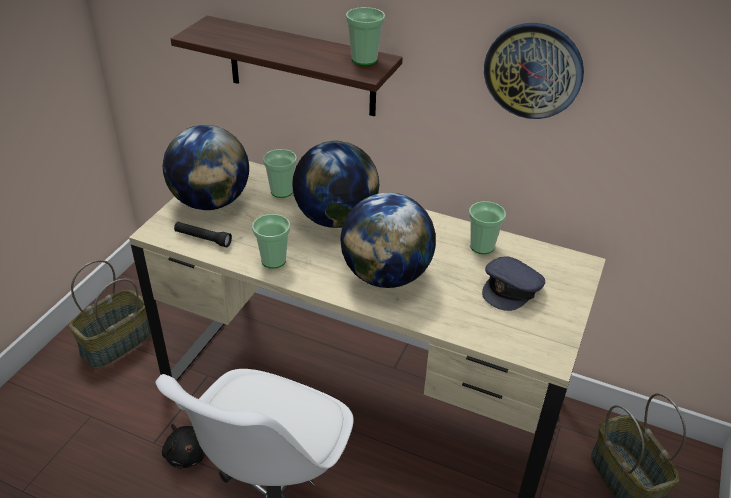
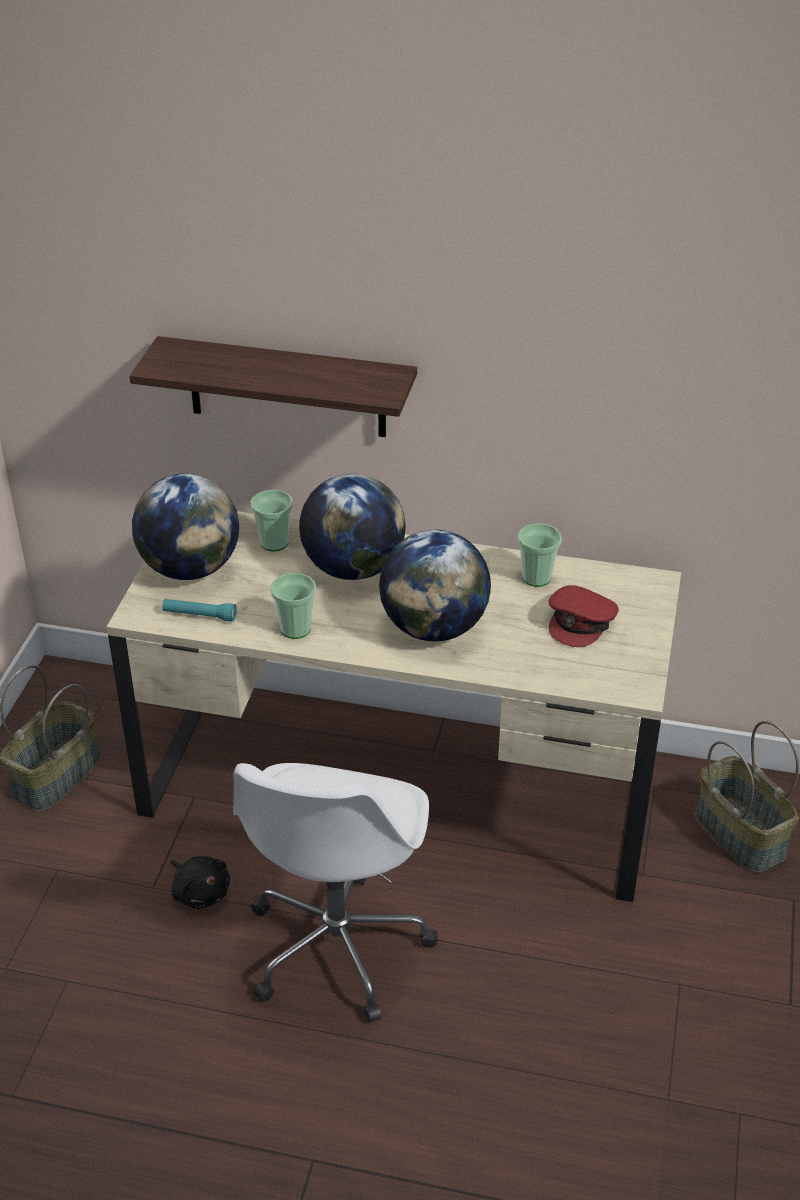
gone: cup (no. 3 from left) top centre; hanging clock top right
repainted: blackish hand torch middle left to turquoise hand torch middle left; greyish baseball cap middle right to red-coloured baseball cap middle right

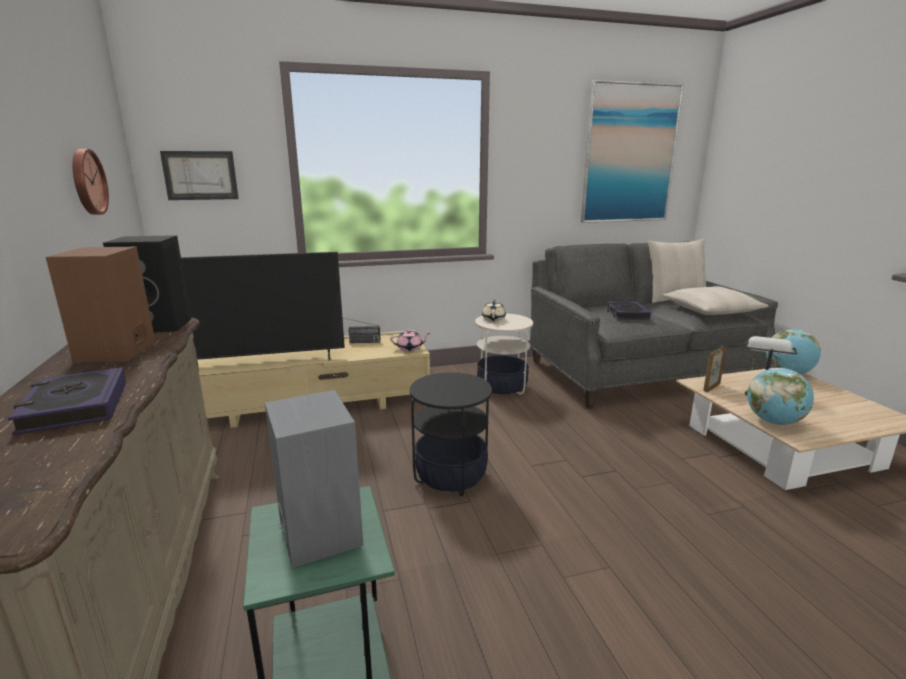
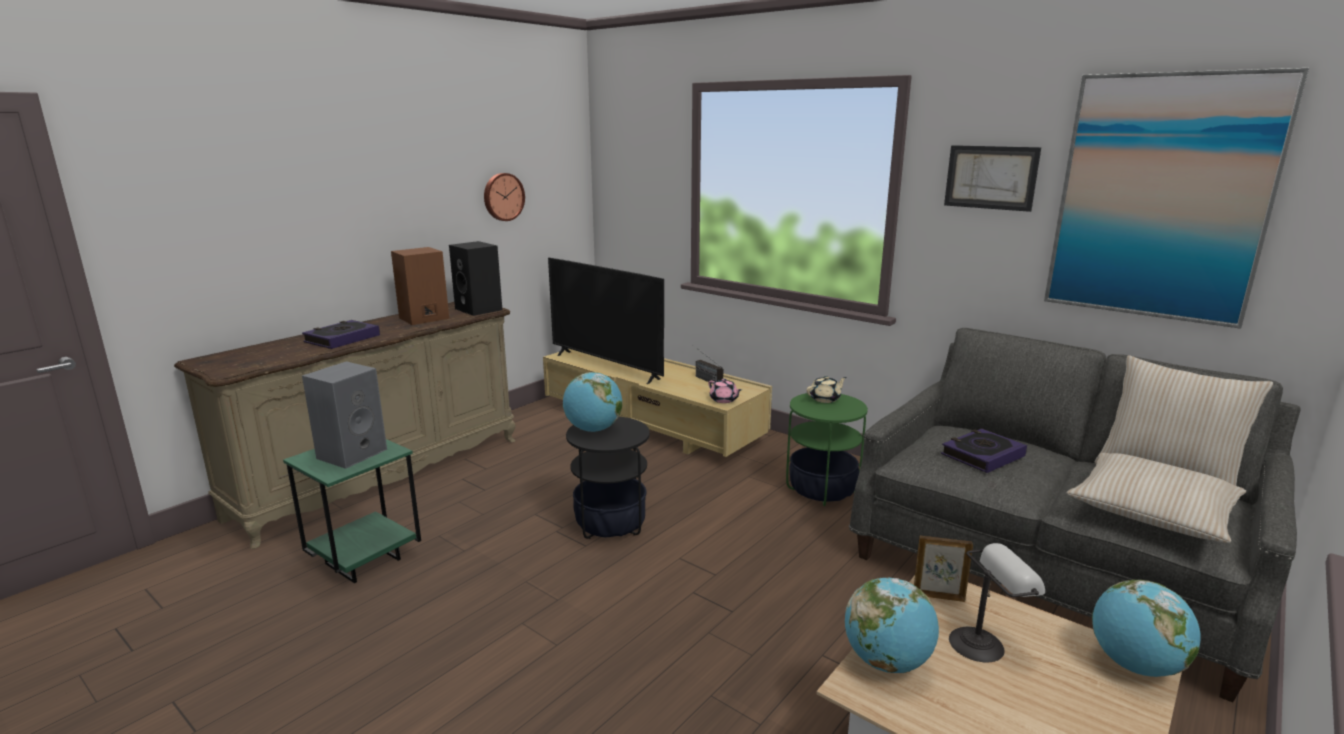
new: globe (no. 1 from left) centre
shifted: picture (no. 1 from left) top left to top right
repainted: beige-coloured side table centre to green side table (no. 2 from left) centre

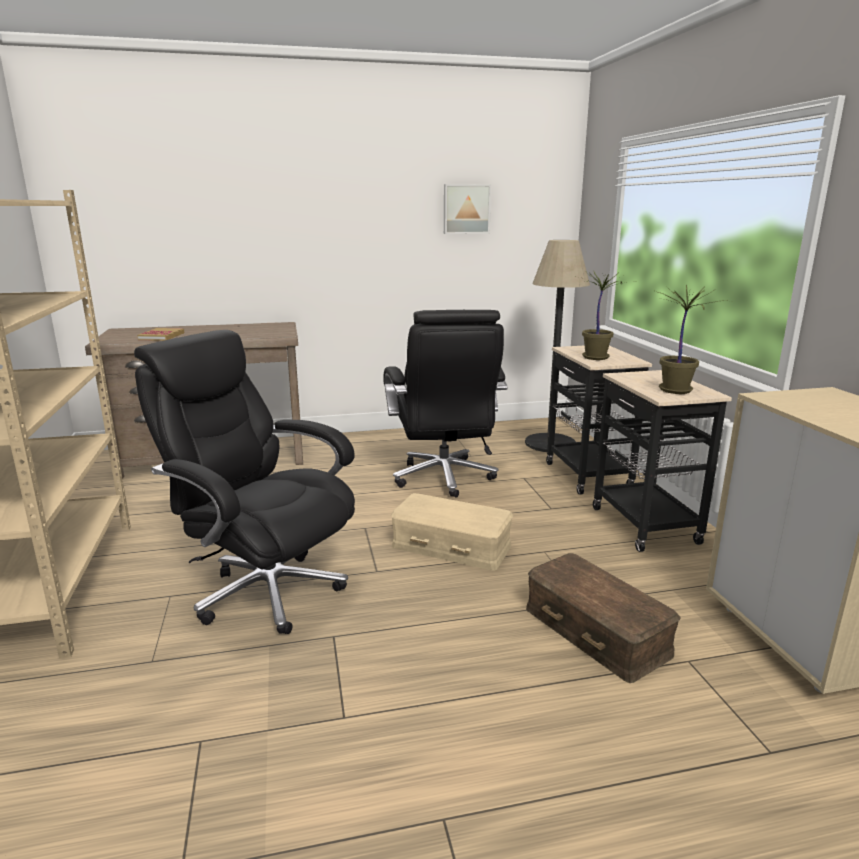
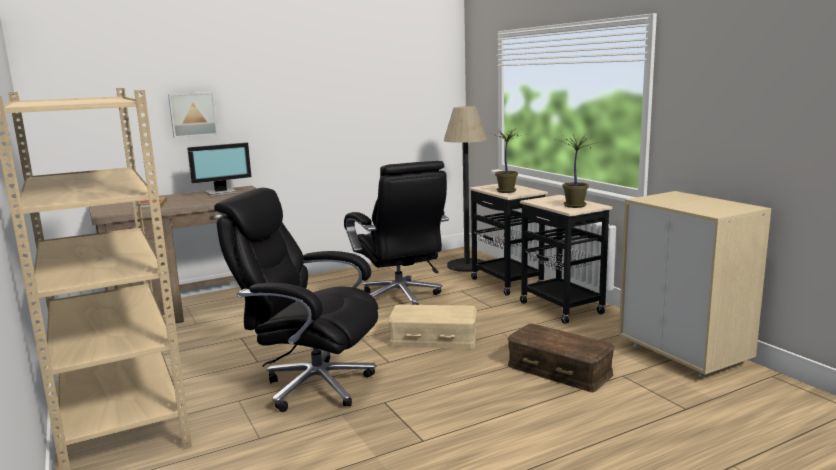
new: monitor middle left
shifted: picture top centre to top left

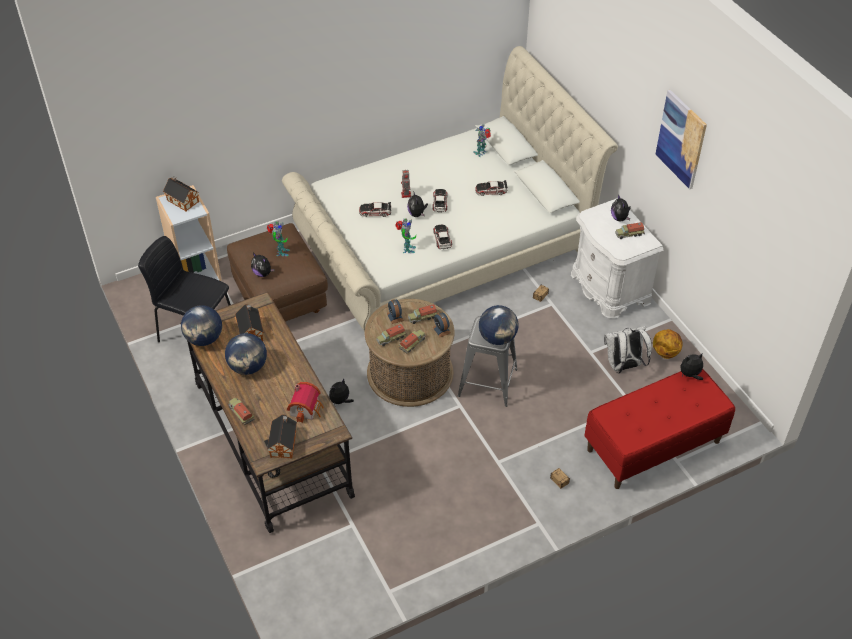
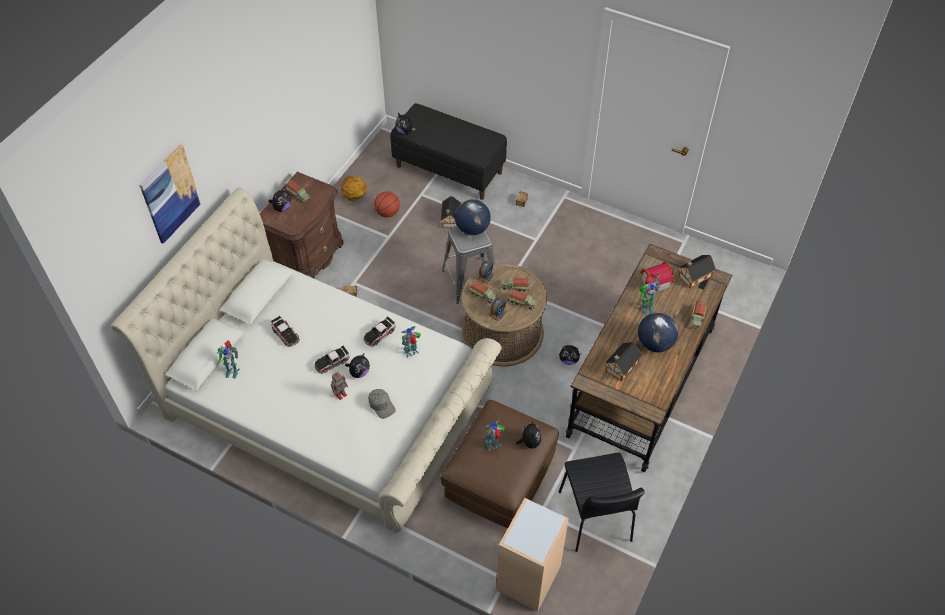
gone: globe (no. 1 from left) middle left
new: toy robot (no. 5 from left) middle right
shifted: toy house (no. 1 from left) top left to centre; picture top right to top left
swapped: model car (no. 1 from left) top centre to greyish baseball cap centre; whitish backpack middle right to ball for basketball (no. 2 from left) top centre
repainted: whitish night table middle right to brown-coloured night table middle left; red-coloured bench bottom right to blackish bench top centre

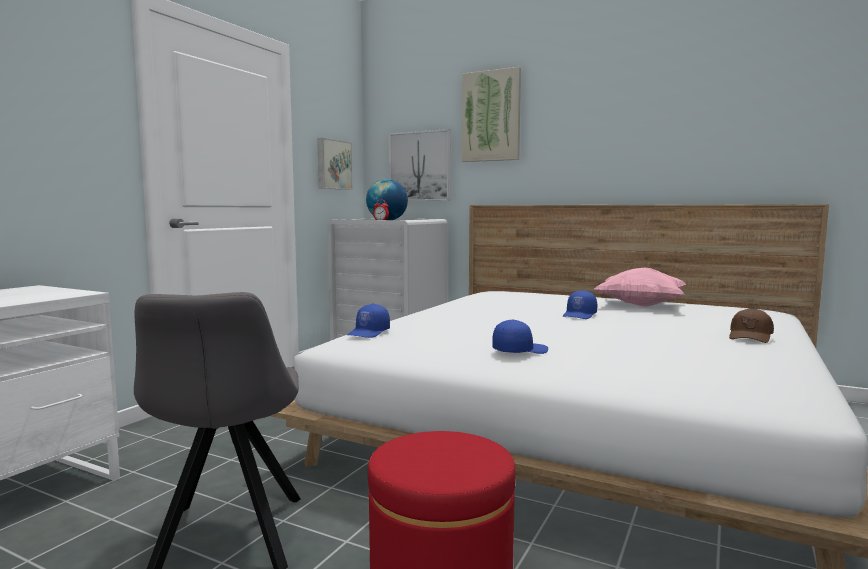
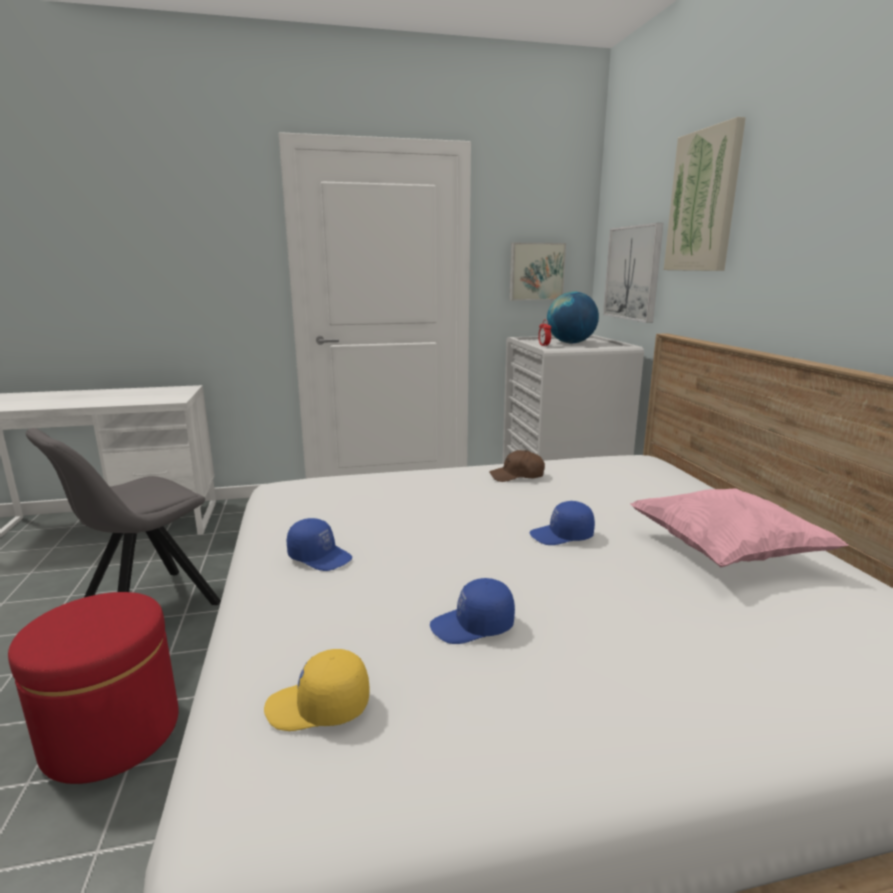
new: yellow baseball cap bottom centre
shifted: blue-coloured baseball cap (no. 1 from left in the first image) centre to blue-coloured baseball cap (no. 2 from left) bottom centre; brown-coloured baseball cap middle right to centre

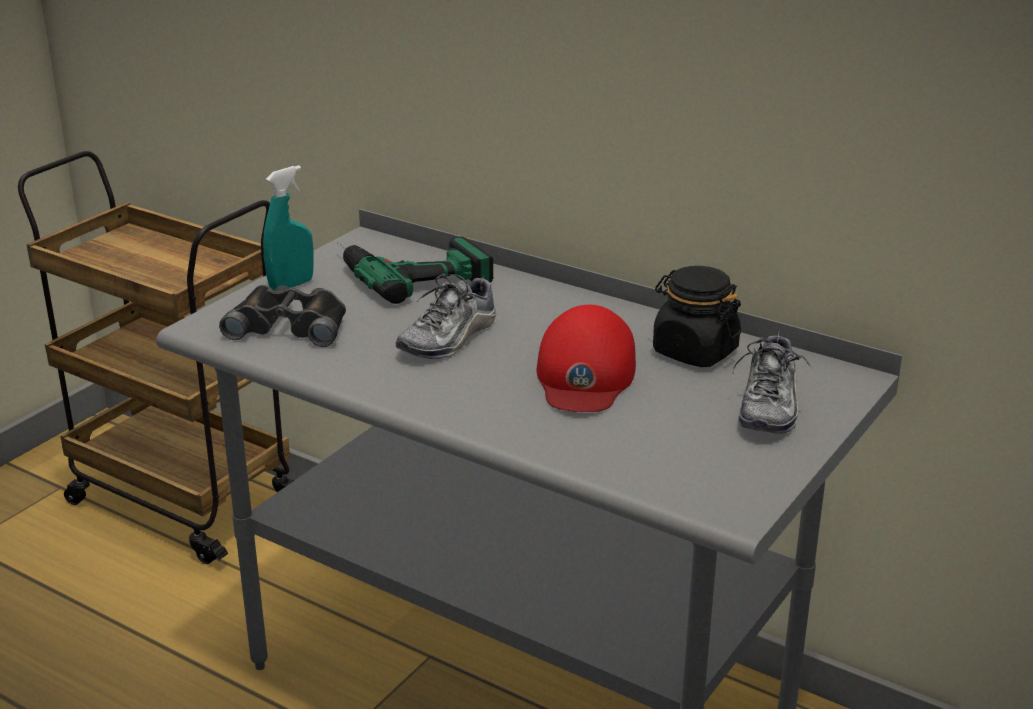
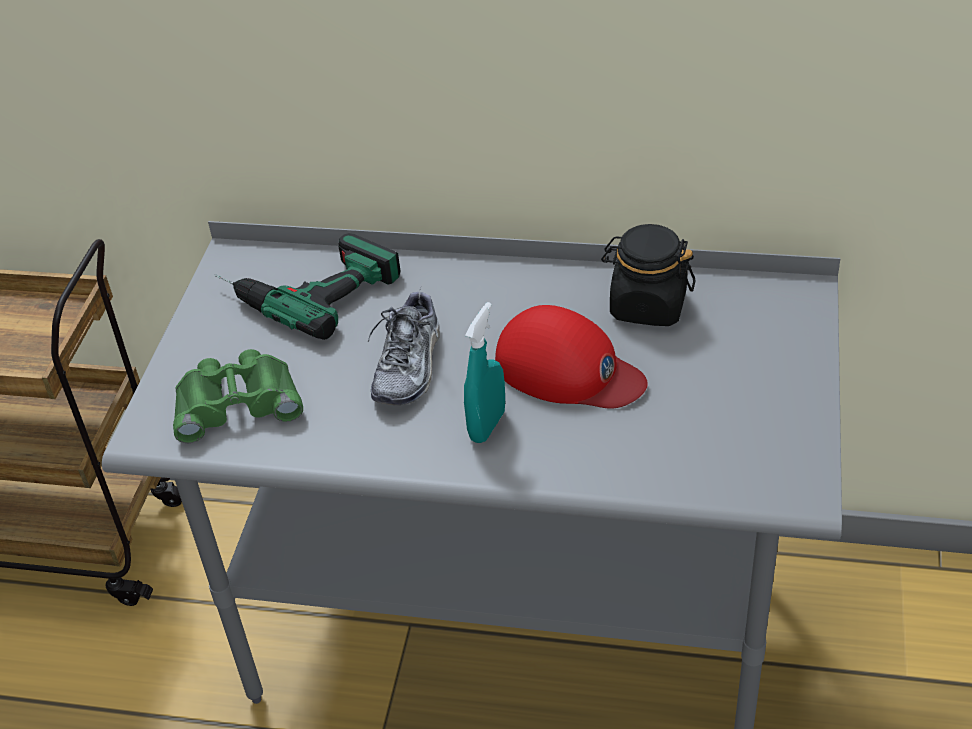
gone: item of footwear (no. 2 from left) middle right
shifted: turquoise spray bottle top left to centre
repainted: blackish field glasses middle left to green field glasses middle left
rotated: red-coloured baseball cap centre = centre 45 degrees counterclockwise

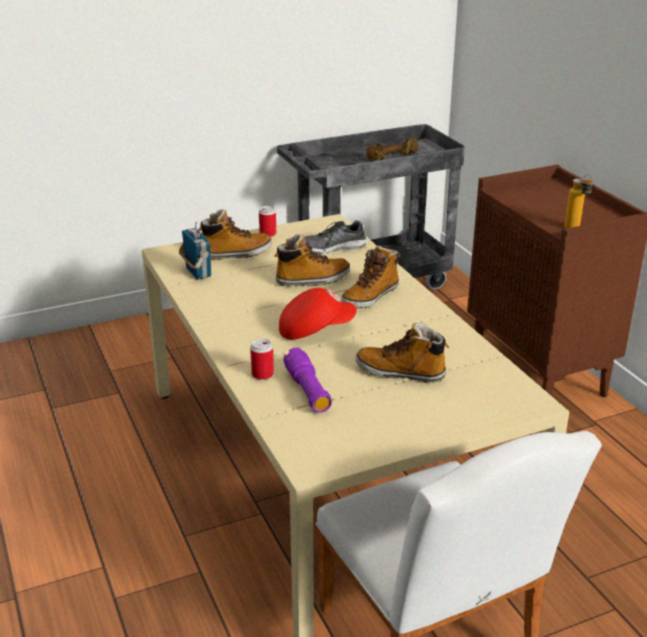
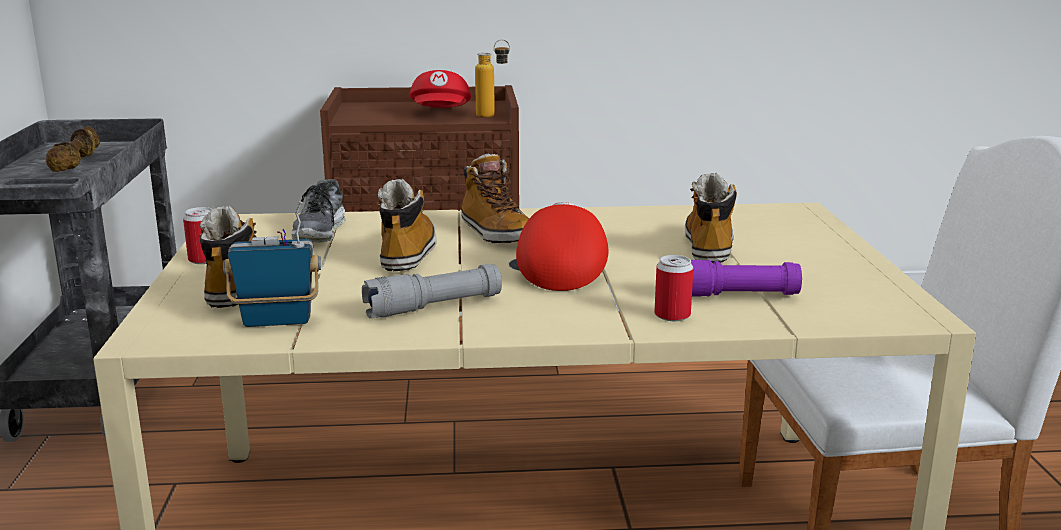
new: greyish hand torch centre; red-coloured baseball cap (no. 1 from left) top centre
rotated: tall boot (no. 4 from left) centre = middle right 150 degrees clockwise

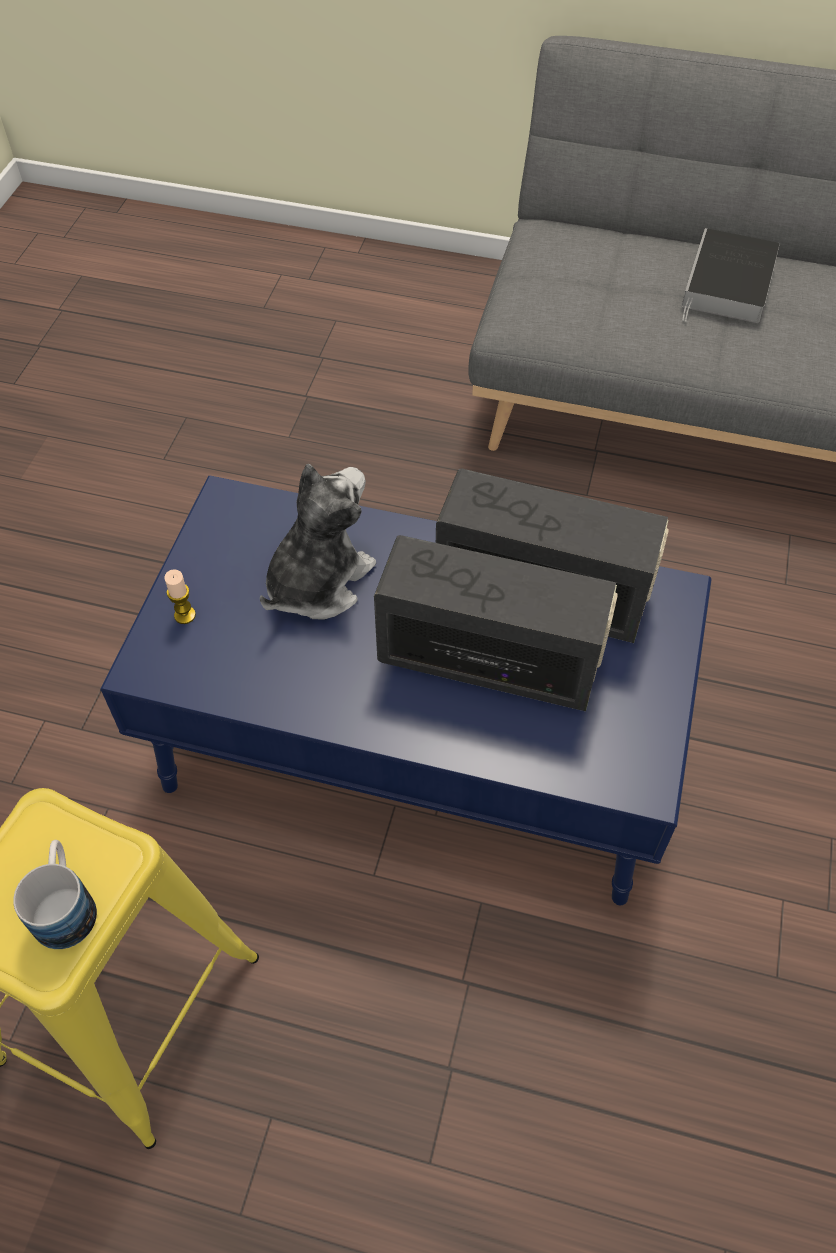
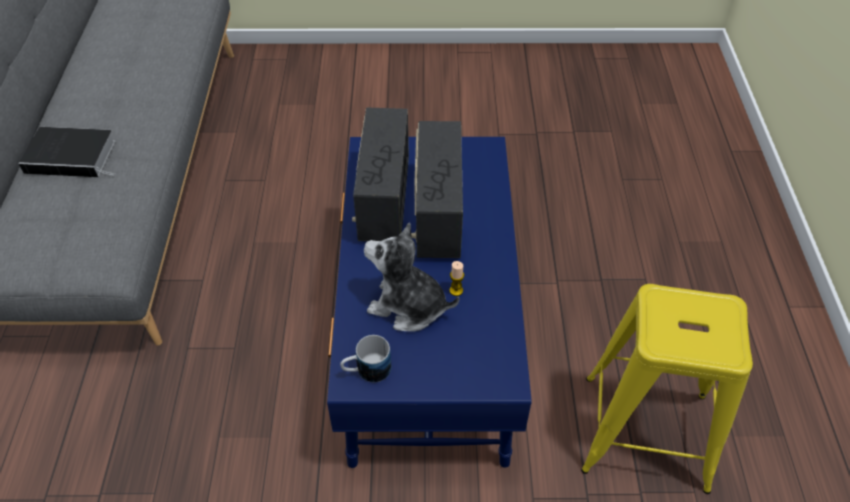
shifted: mug bottom left to bottom centre; wax light middle left to centre

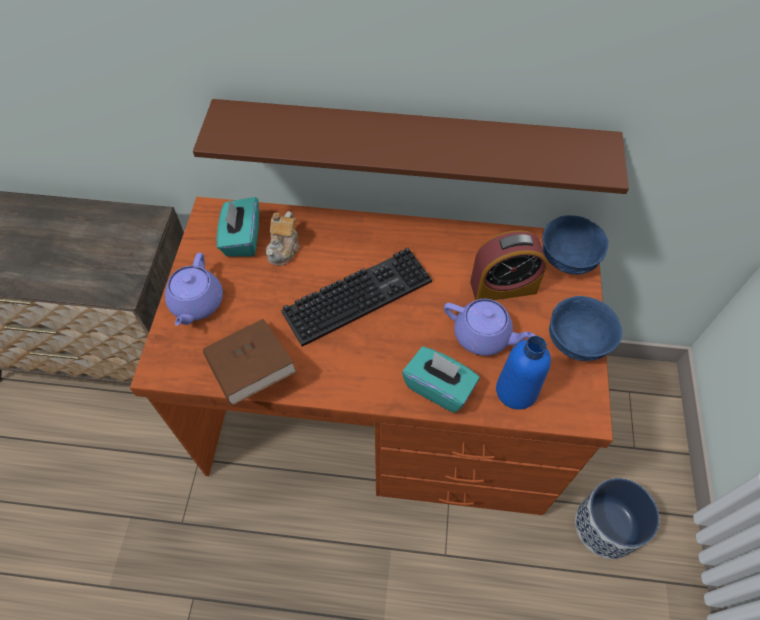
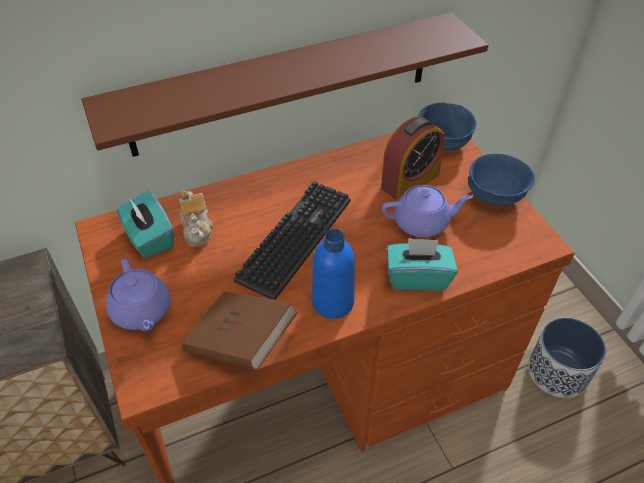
shifted: blue-coloured drink bottle middle right to centre

